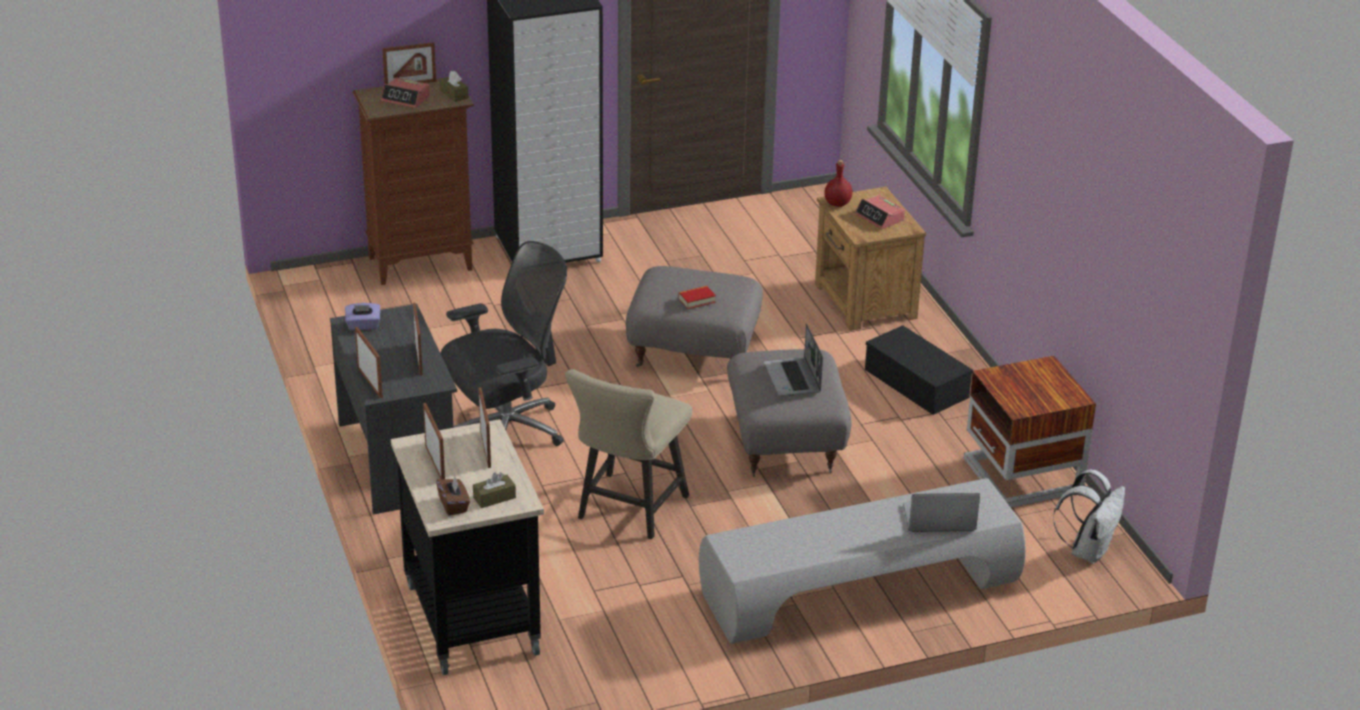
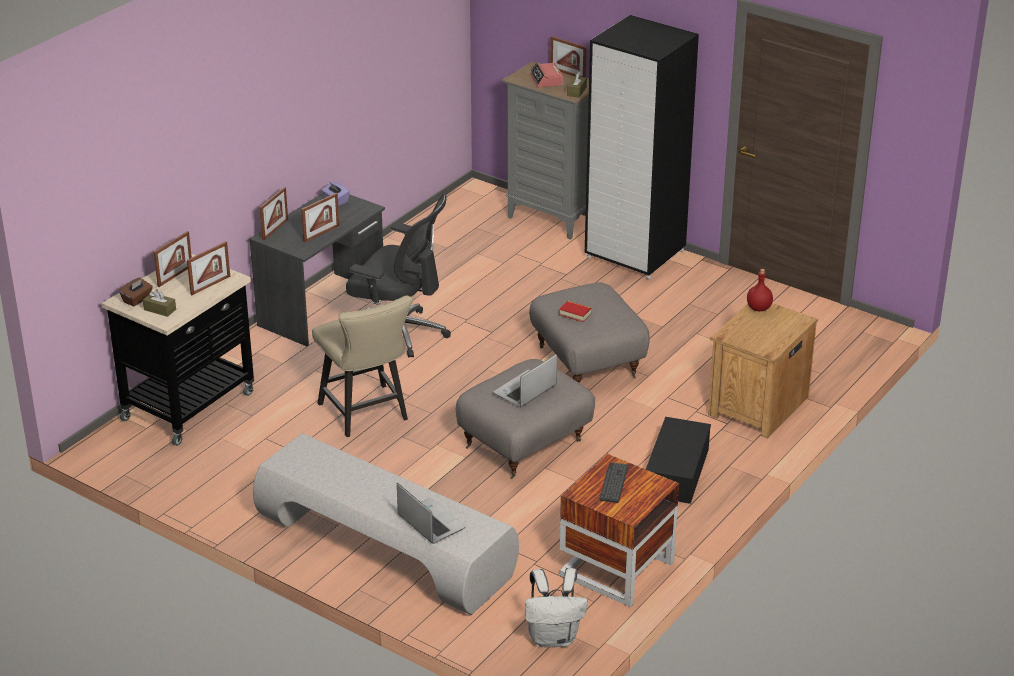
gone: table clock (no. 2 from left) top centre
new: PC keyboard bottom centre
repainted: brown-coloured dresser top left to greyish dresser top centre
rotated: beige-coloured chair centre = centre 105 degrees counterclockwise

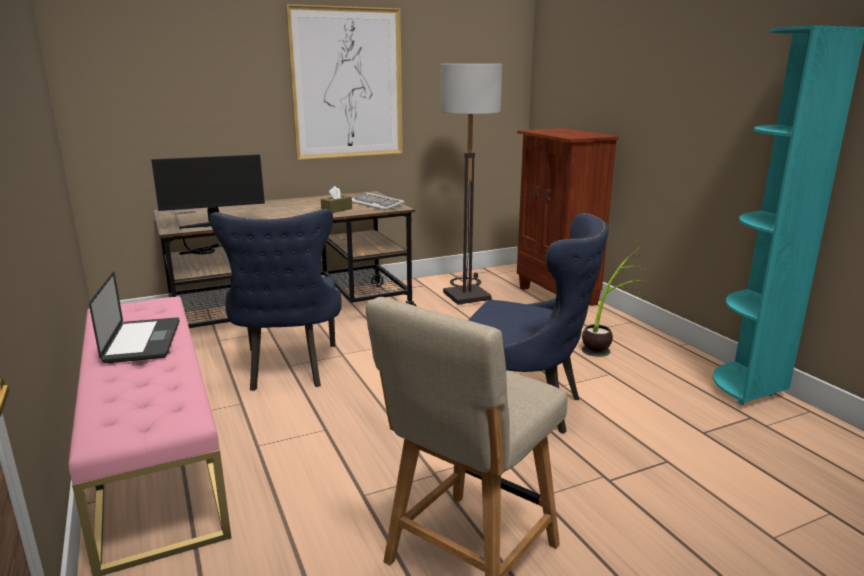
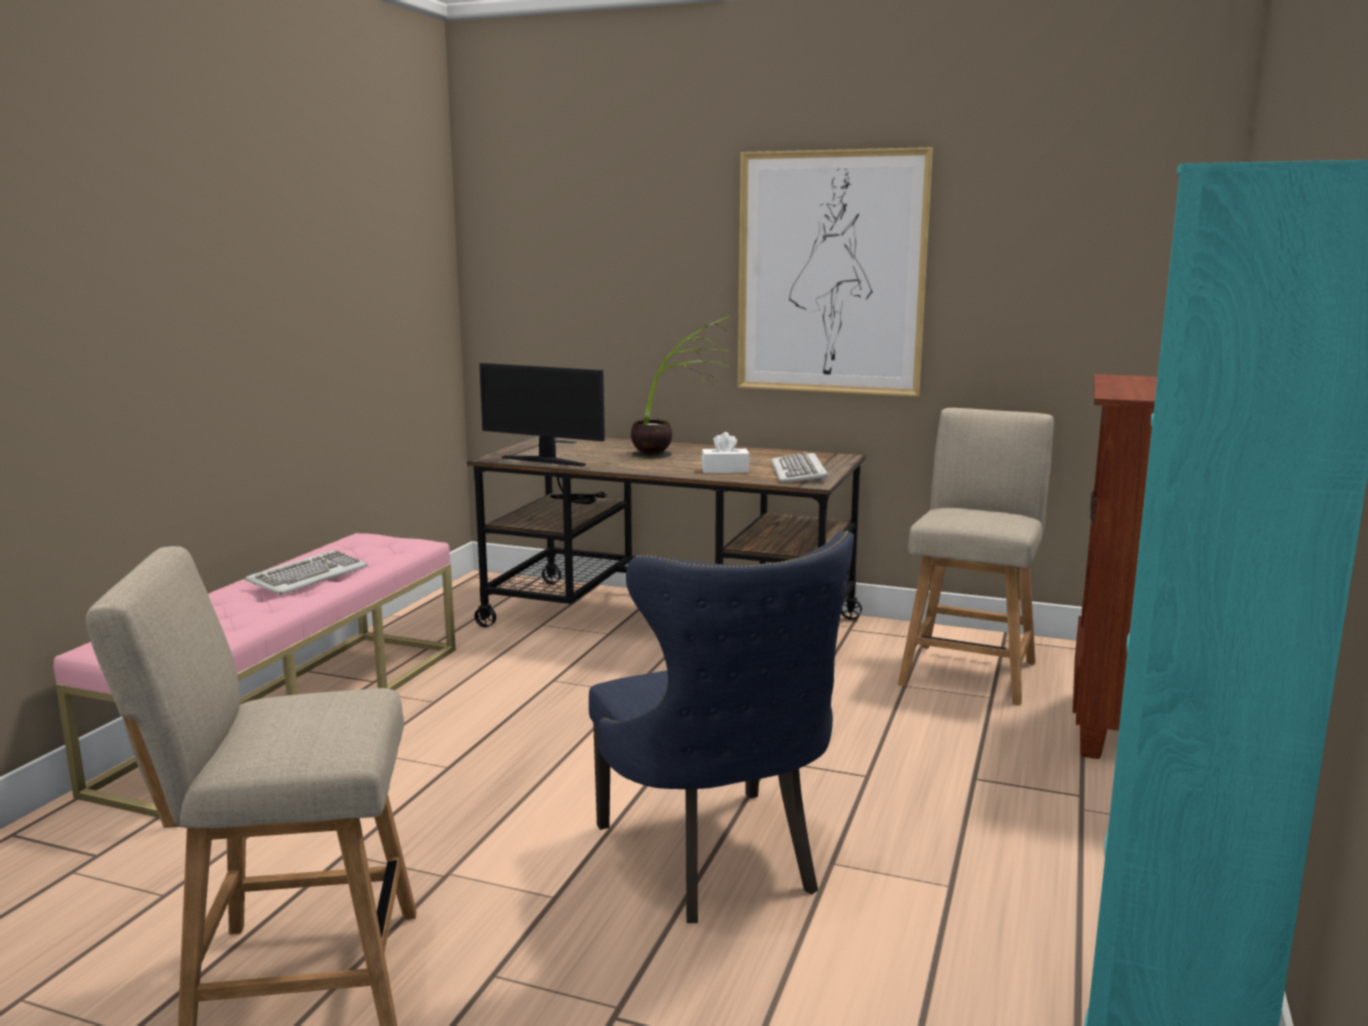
gone: blue-coloured chair (no. 1 from left) middle left
shifted: plant in a pot middle right to centre
swapped: laptop middle left to PC keyboard (no. 1 from left) middle left; standard lamp top centre to beige-coloured chair (no. 2 from left) middle right
repainted: brown-coloured box of tissues centre to whitish box of tissues centre

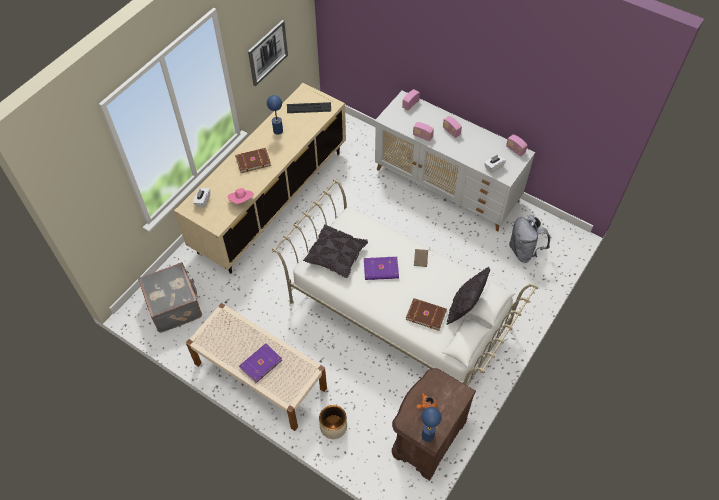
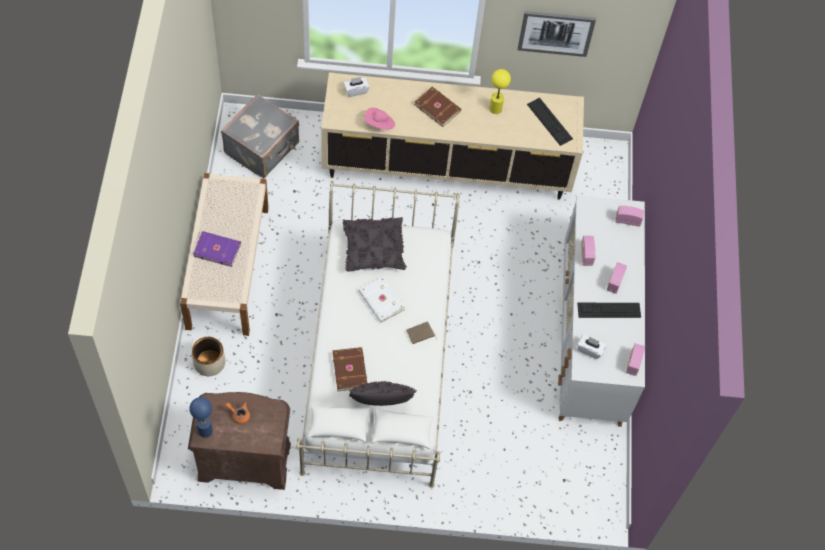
gone: greyish backpack middle right
new: PC keyboard (no. 2 from left) middle right
repainted: blue-coloured tabletop lamp (no. 1 from left) top centre to yellow tabletop lamp top centre; purplish volume (no. 2 from left) centre to whitish volume centre

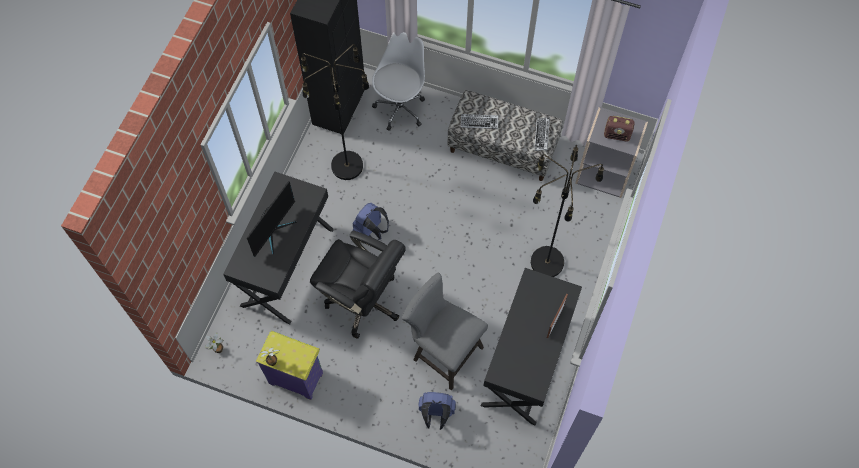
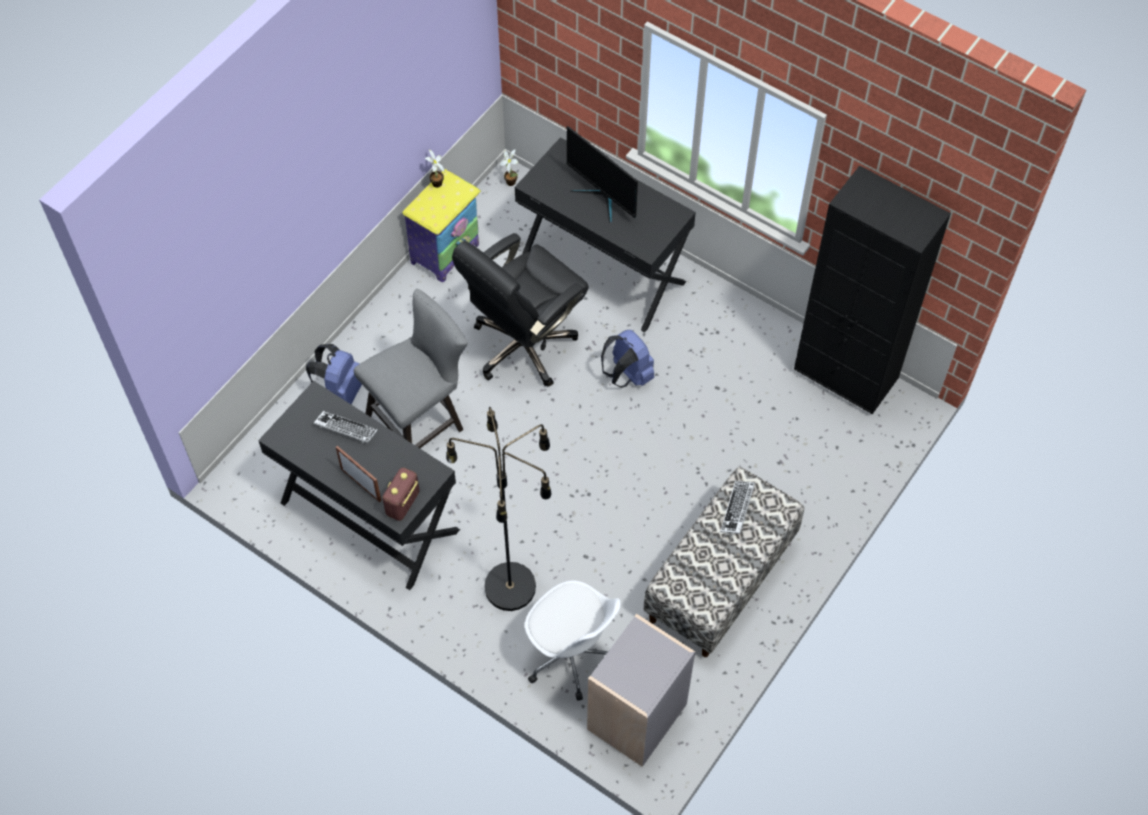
gone: standard lamp (no. 1 from left) top centre
shifted: whitish office chair top centre to bottom centre; PC keyboard (no. 2 from left in the first image) top centre to PC keyboard (no. 1 from left) middle left; radio set top right to centre

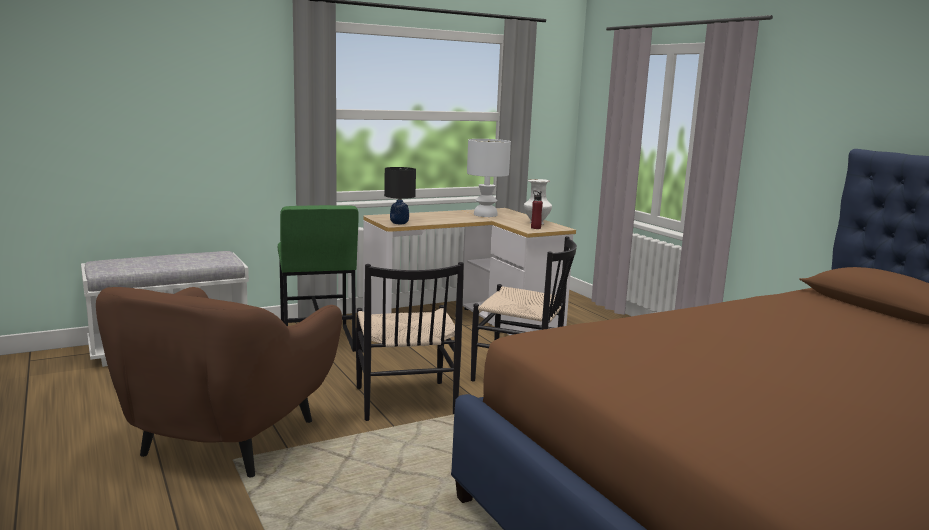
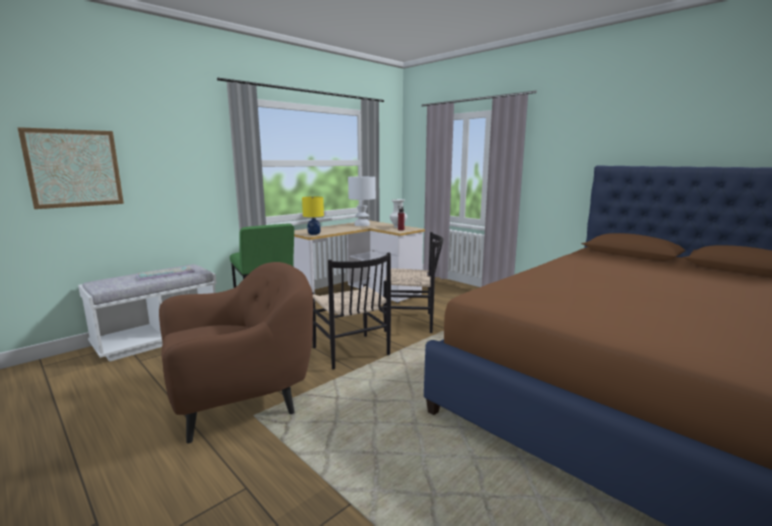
new: picture top left; PC keyboard middle left
repainted: blackish tabletop lamp centre to yellow tabletop lamp centre
rotated: brown-coloured easy chair bottom left = bottom left 120 degrees counterclockwise

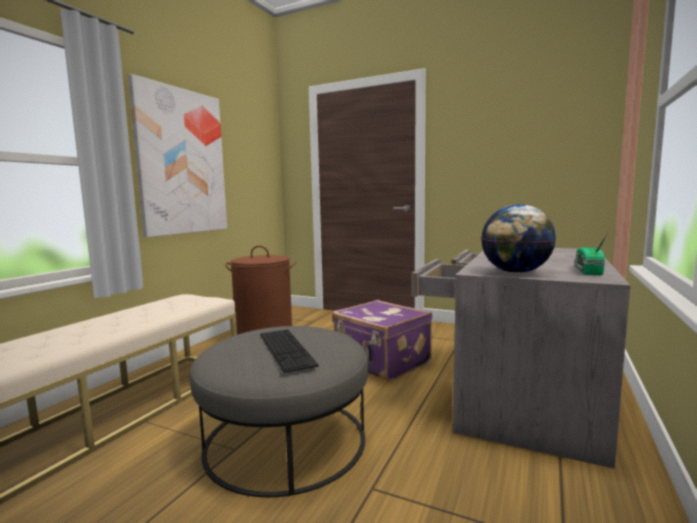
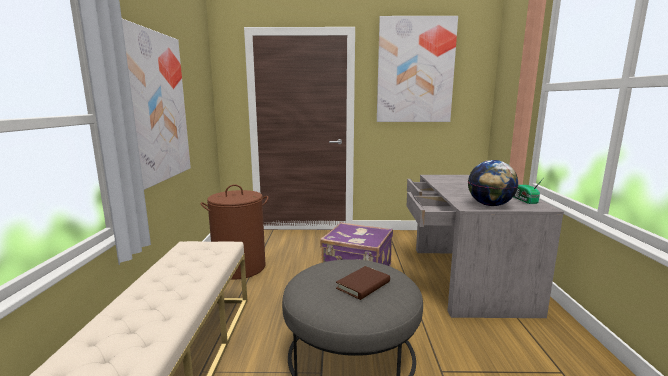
new: picture (no. 2 from left) top centre
swapped: PC keyboard bottom centre to brown-coloured volume bottom centre

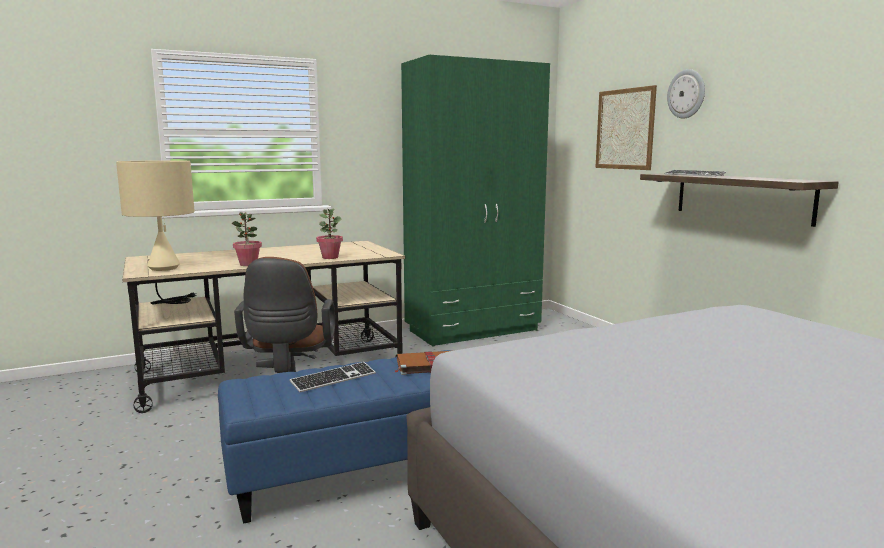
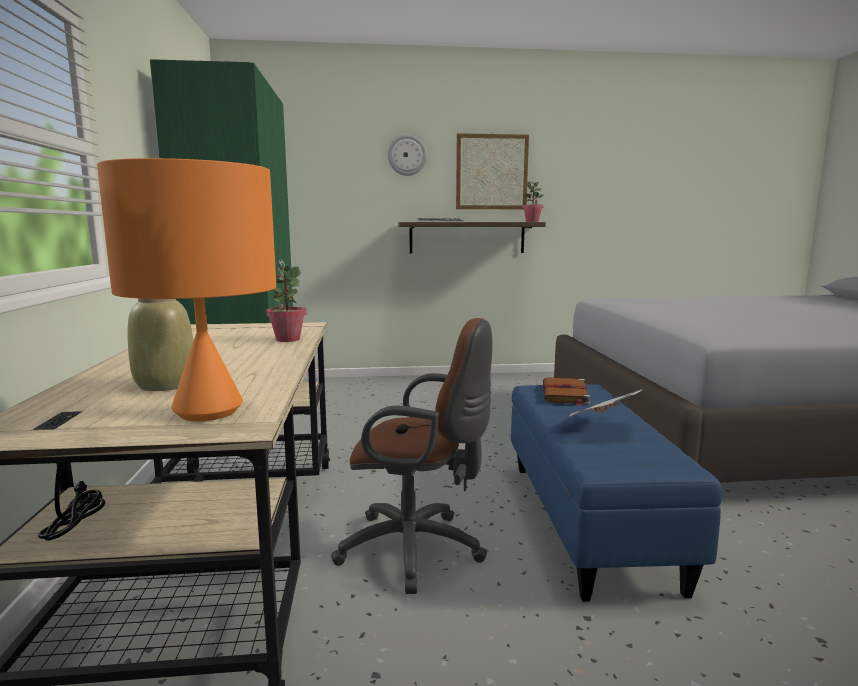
new: beige-coloured decorative vase middle left
shifted: plant in a pot (no. 1 from left in the first image) middle left to plant in a pot (no. 2 from left) top centre; picture top right to top centre
swapped: PC keyboard (no. 1 from left) bottom centre to newspaper middle right
repainted: beige-coloured tabletop lamp middle left to orange tabletop lamp middle left

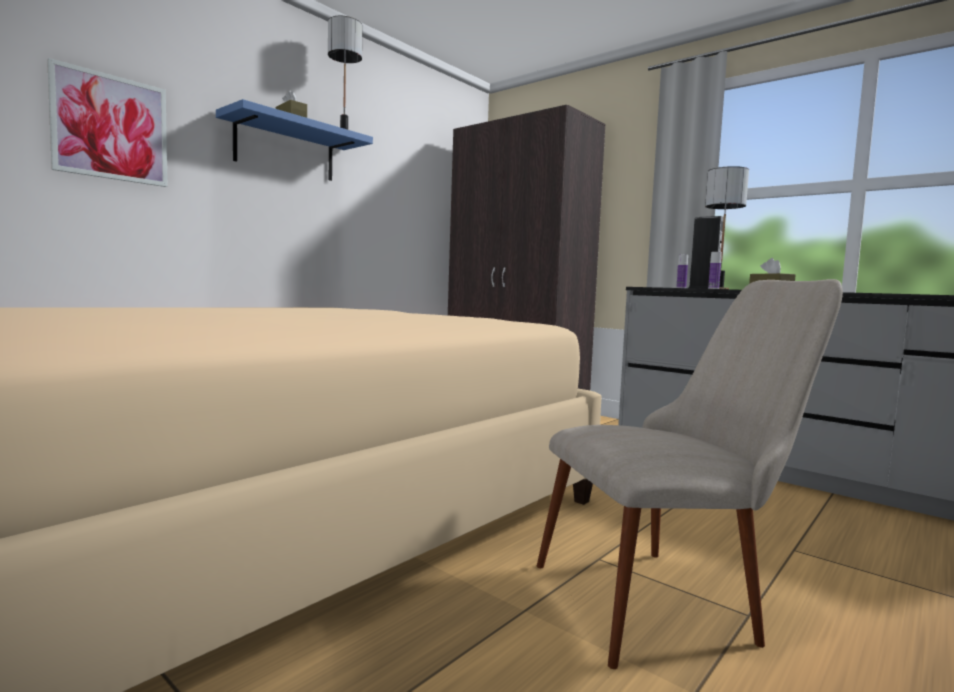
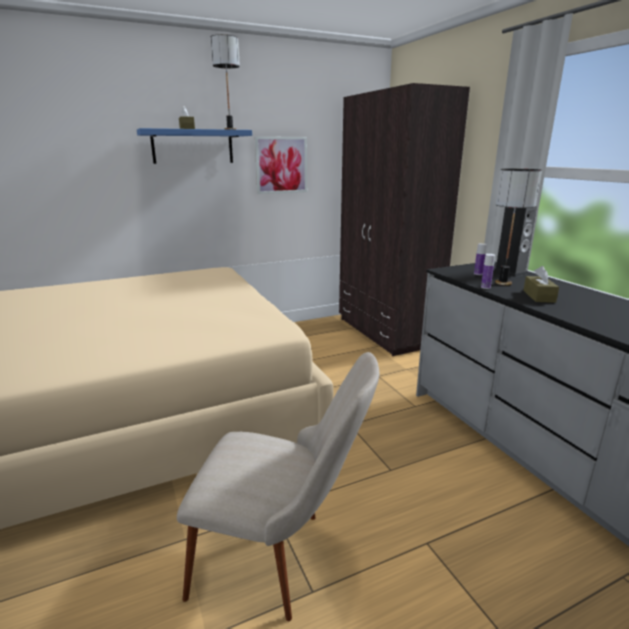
shifted: picture top left to top centre

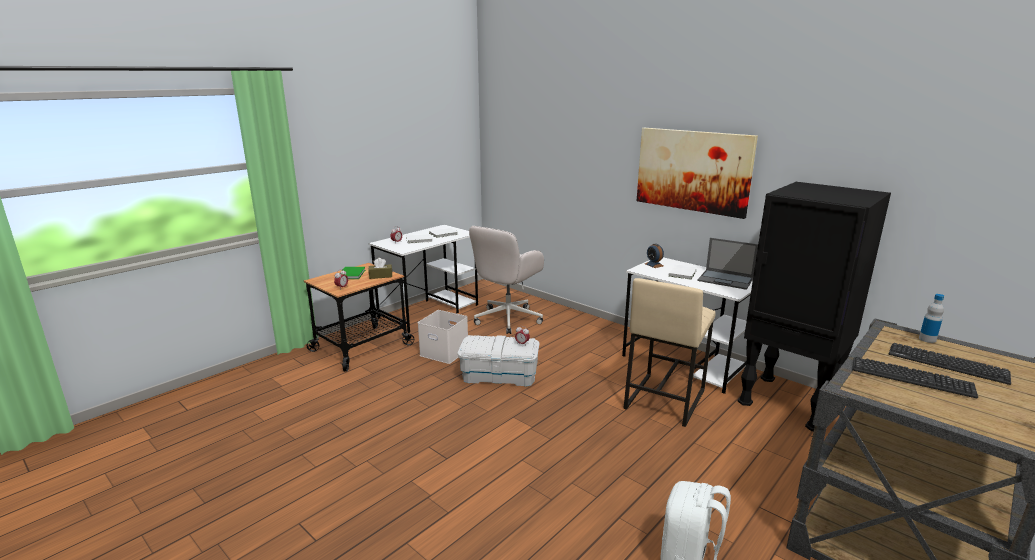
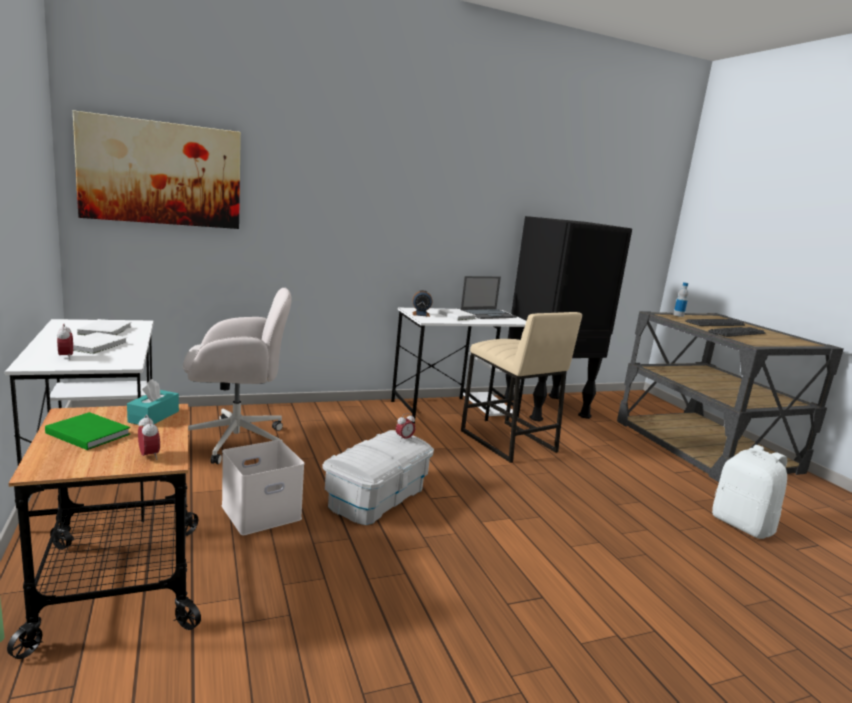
shifted: picture top right to top left
repainted: brown-coloured box of tissues centre to turquoise box of tissues middle left
rotated: whitish office chair centre = middle left 75 degrees counterclockwise

